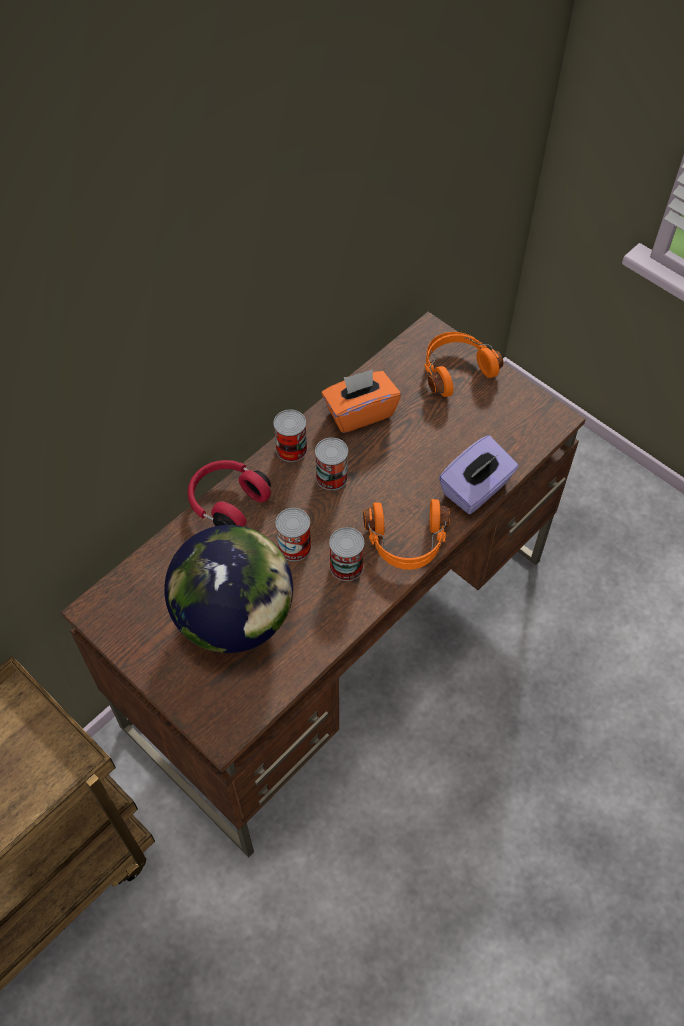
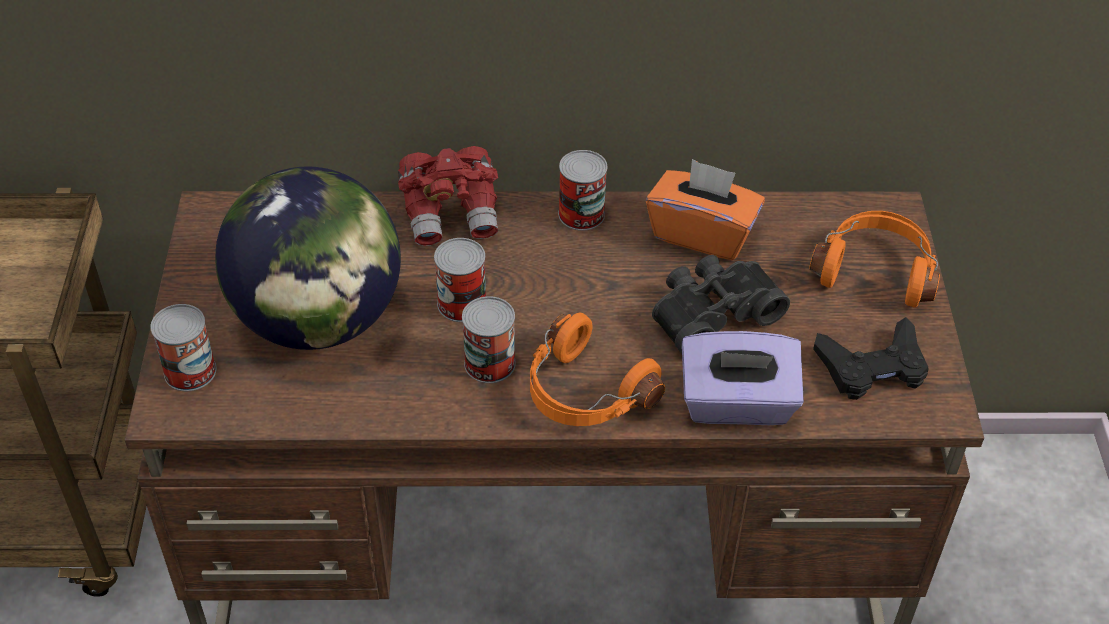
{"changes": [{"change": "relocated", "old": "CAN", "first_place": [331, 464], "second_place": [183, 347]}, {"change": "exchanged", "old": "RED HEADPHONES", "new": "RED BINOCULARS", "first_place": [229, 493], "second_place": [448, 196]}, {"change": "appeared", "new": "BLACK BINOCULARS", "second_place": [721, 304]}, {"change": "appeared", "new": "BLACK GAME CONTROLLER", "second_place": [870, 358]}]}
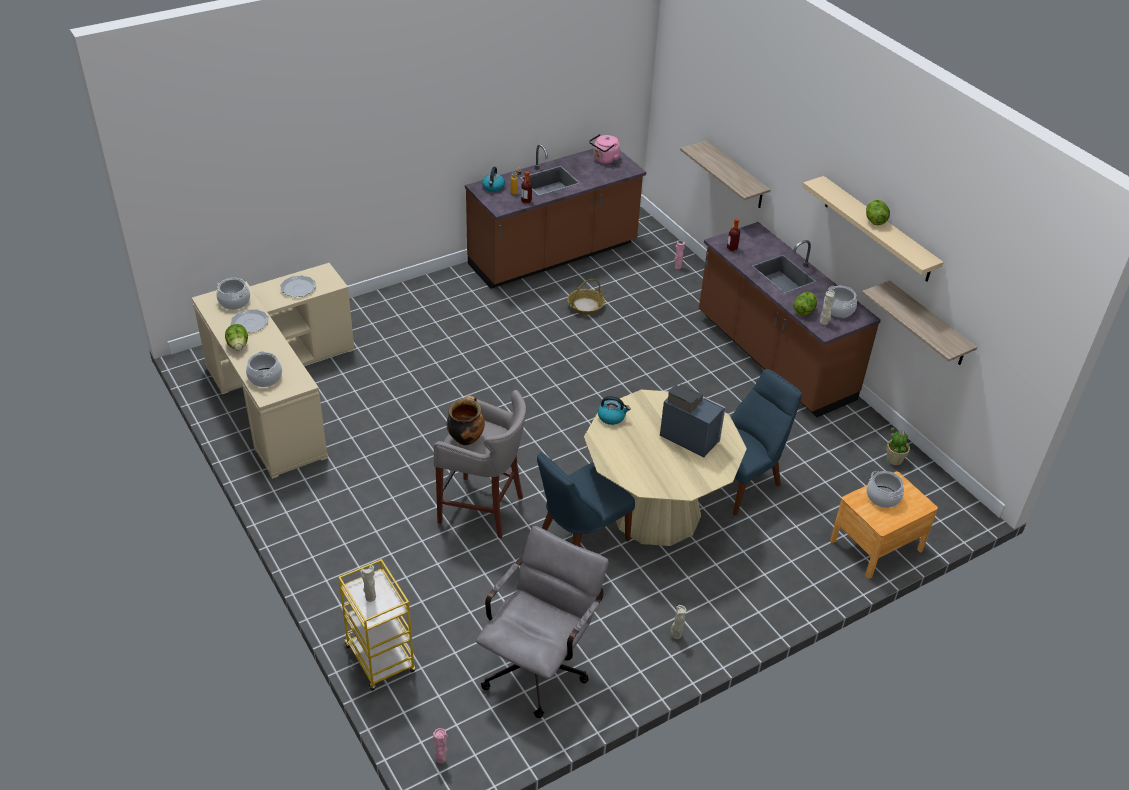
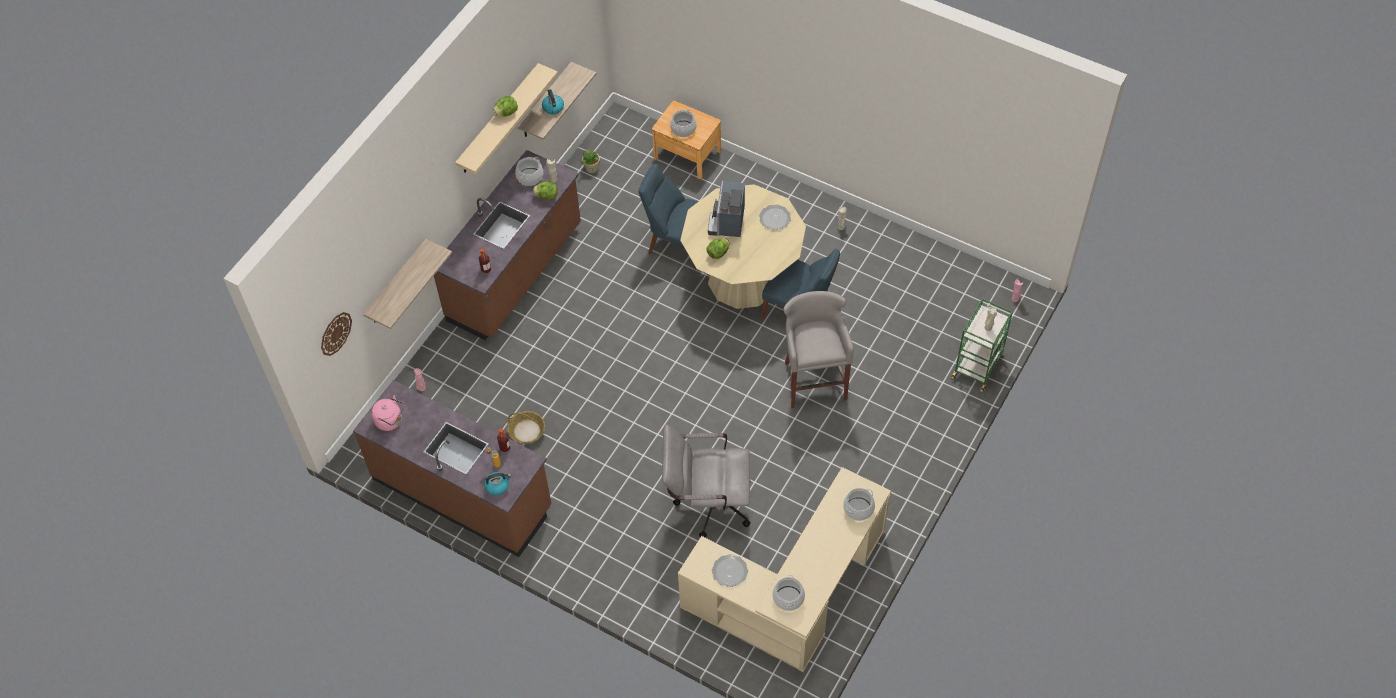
{"changes": [{"change": "appeared", "new": "WALL CLOCK", "second_place": [336, 334]}, {"change": "relocated", "old": "KETTLE", "first_place": [614, 410], "second_place": [553, 101]}, {"change": "relocated", "old": "GREY OFFICE CHAIR", "first_place": [542, 622], "second_place": [706, 481]}, {"change": "relocated", "old": "LETTUCE", "first_place": [236, 337], "second_place": [718, 248]}, {"change": "relocated", "old": "PLATE", "first_place": [250, 320], "second_place": [775, 217]}, {"change": "colour", "old": "YELLOW CART", "new": "GREEN CART", "first_place": [377, 625], "second_place": [982, 345]}, {"change": "missing", "old": "COOKING POT", "first_place": [466, 420]}]}
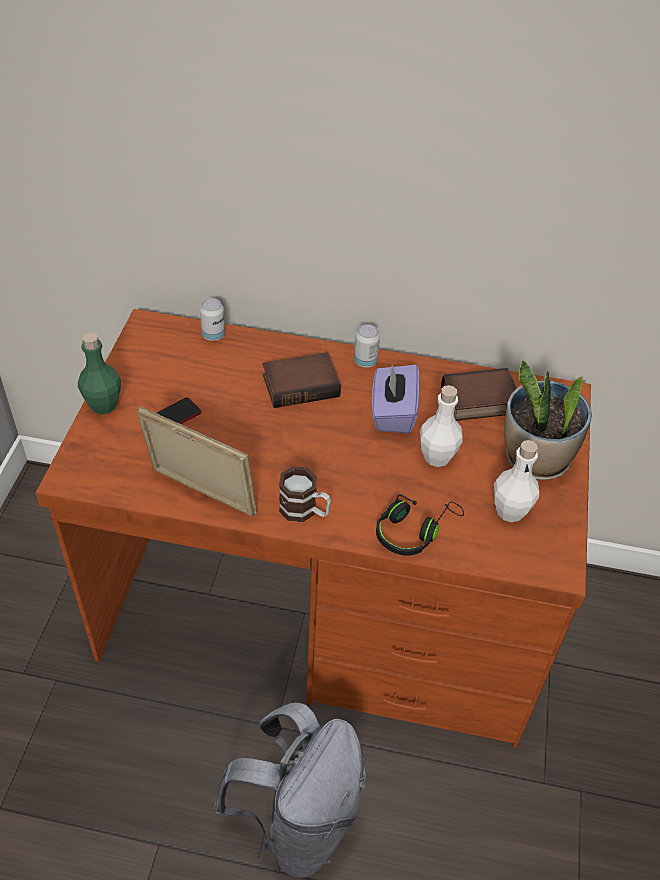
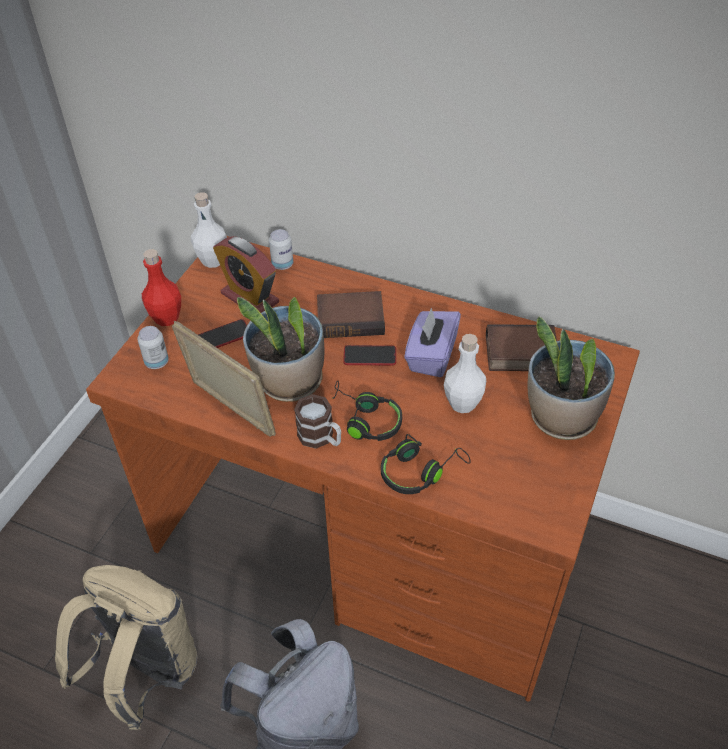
{"changes": [{"change": "appeared", "new": "BEIGE BACKPACK", "second_place": [126, 647]}, {"change": "relocated", "old": "CAN", "first_place": [367, 346], "second_place": [153, 347]}, {"change": "colour", "old": "GREEN BOTTLE", "new": "RED BOTTLE", "first_place": [99, 373], "second_place": [161, 287]}, {"change": "relocated", "old": "WHITE BOTTLE", "first_place": [516, 481], "second_place": [209, 230]}, {"change": "appeared", "new": "ALARM CLOCK", "second_place": [246, 274]}, {"change": "appeared", "new": "POTTED PLANT", "second_place": [280, 349]}, {"change": "appeared", "new": "BLACK HEADPHONES", "second_place": [367, 410]}, {"change": "appeared", "new": "PHONE", "second_place": [369, 355]}]}
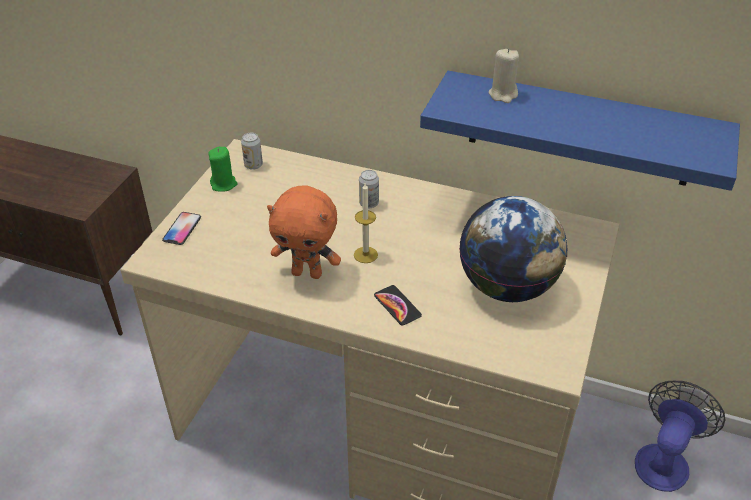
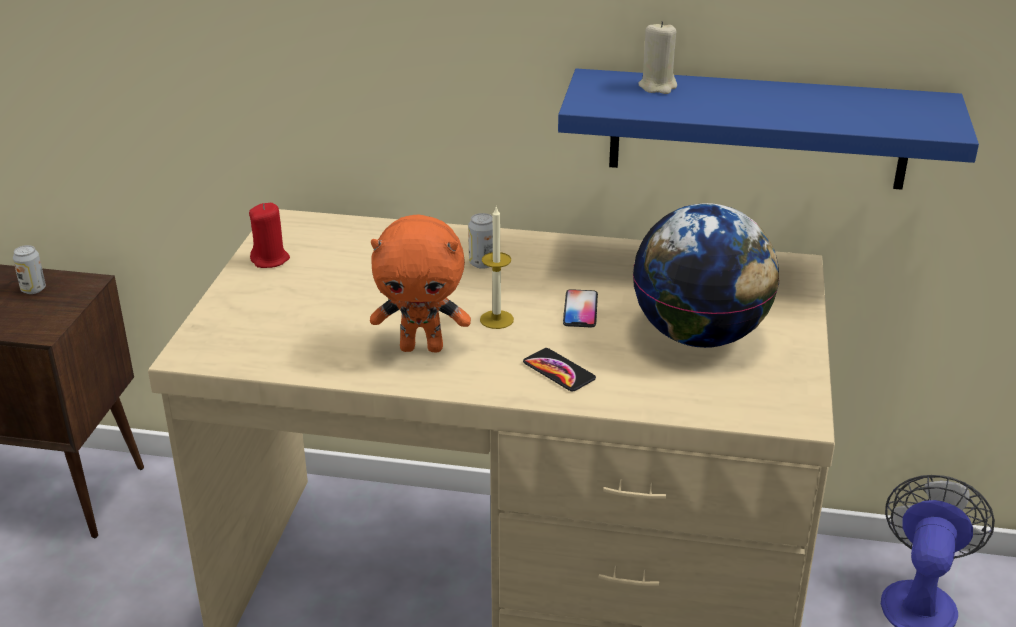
{"changes": [{"change": "relocated", "old": "CAN", "first_place": [252, 151], "second_place": [29, 269]}, {"change": "colour", "old": "GREEN CANDLE", "new": "RED CANDLE", "first_place": [222, 169], "second_place": [269, 235]}, {"change": "relocated", "old": "PHONE", "first_place": [181, 228], "second_place": [580, 308]}]}
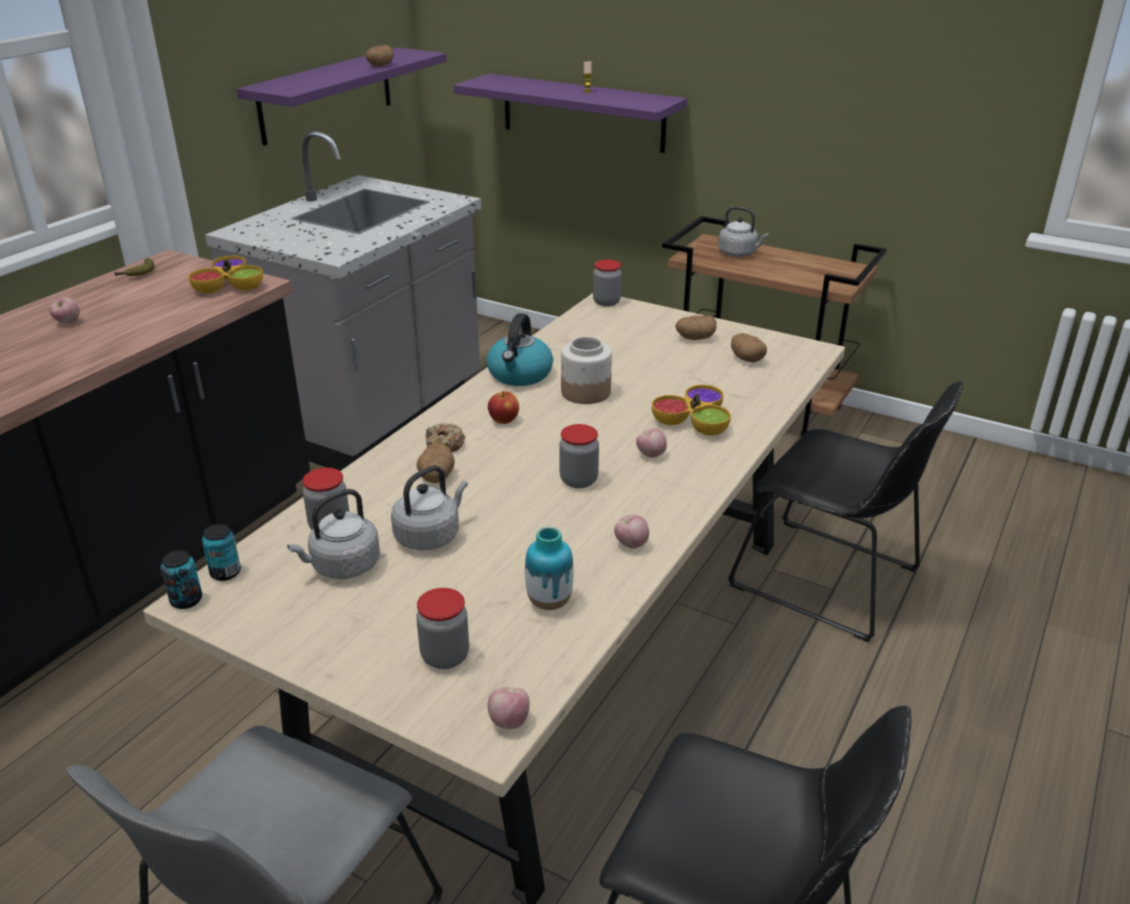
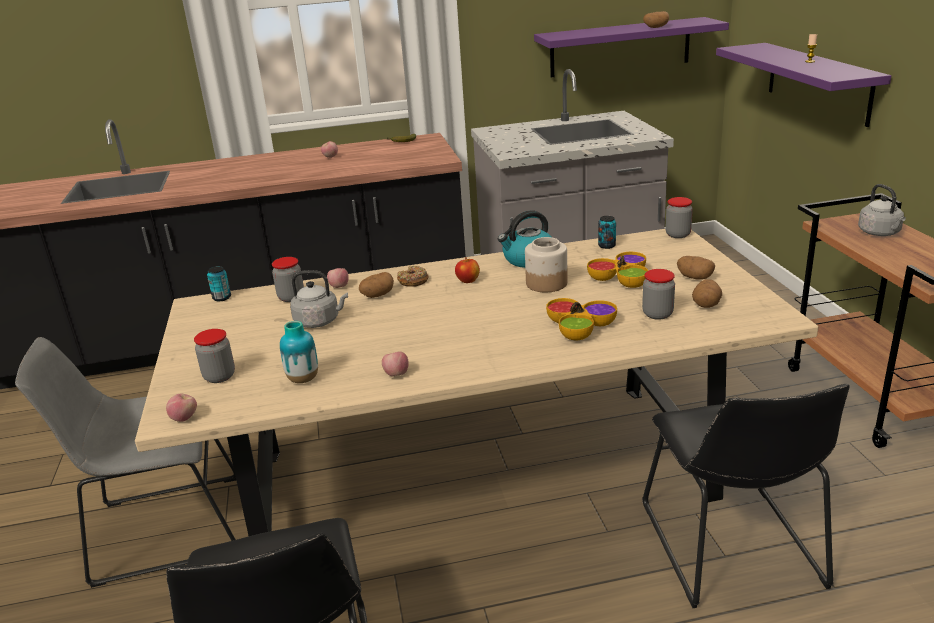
{"changes": [{"change": "relocated", "old": "APPLE", "first_place": [651, 443], "second_place": [338, 278]}, {"change": "relocated", "old": "BOWL", "first_place": [225, 274], "second_place": [617, 270]}, {"change": "relocated", "old": "CAN", "first_place": [181, 579], "second_place": [607, 232]}, {"change": "relocated", "old": "JAR", "first_place": [579, 456], "second_place": [658, 294]}, {"change": "missing", "old": "GREY KETTLE", "first_place": [333, 534]}]}
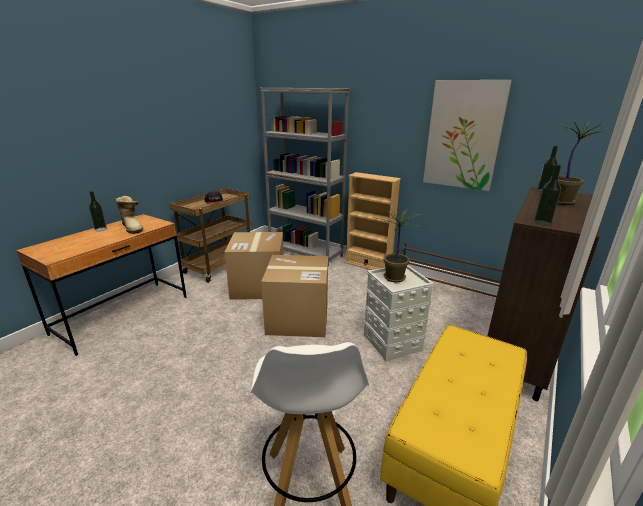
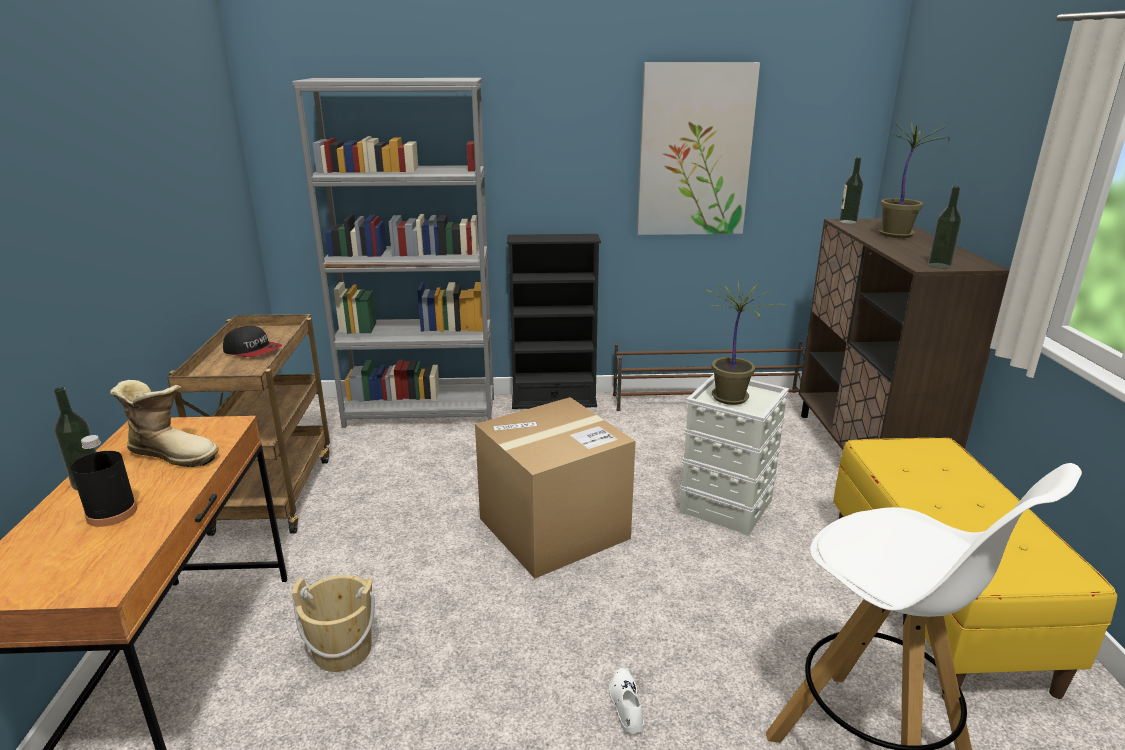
{"changes": [{"change": "appeared", "new": "BLACK BOTTLE", "second_place": [104, 481]}, {"change": "appeared", "new": "BEIGE BUCKET", "second_place": [333, 623]}, {"change": "colour", "old": "BEIGE BOOKCASE", "new": "BLACK BOOKCASE", "first_place": [373, 221], "second_place": [554, 321]}, {"change": "appeared", "new": "WHITE SHOE", "second_place": [626, 700]}, {"change": "missing", "old": "CARDBOARD BOX", "first_place": [254, 266]}]}
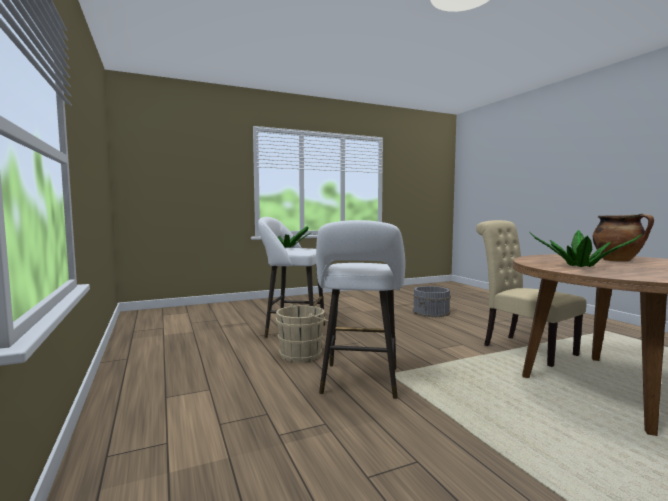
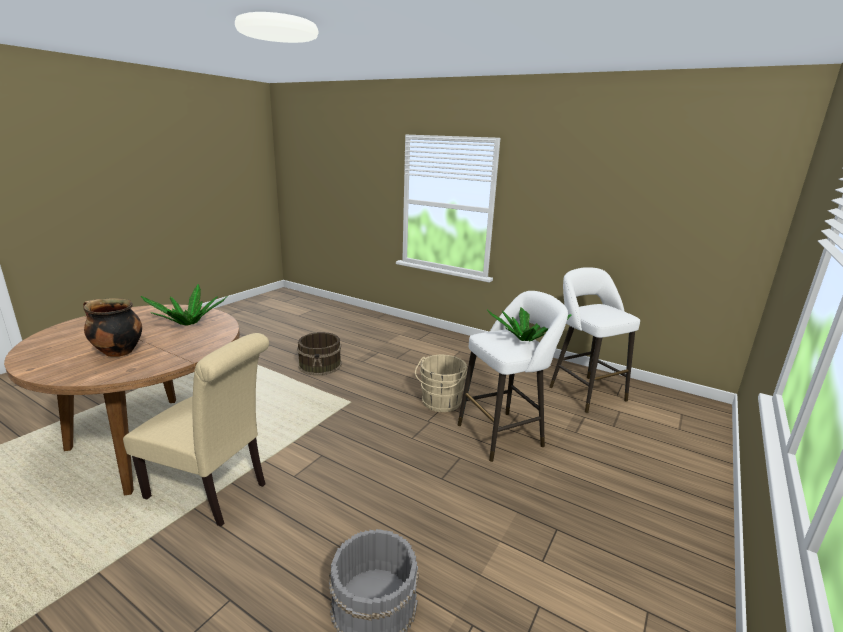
{"changes": [{"change": "appeared", "new": "BROWN BUCKET", "second_place": [319, 354]}, {"change": "relocated", "old": "WHITE STOOL", "first_place": [361, 309], "second_place": [594, 340]}]}
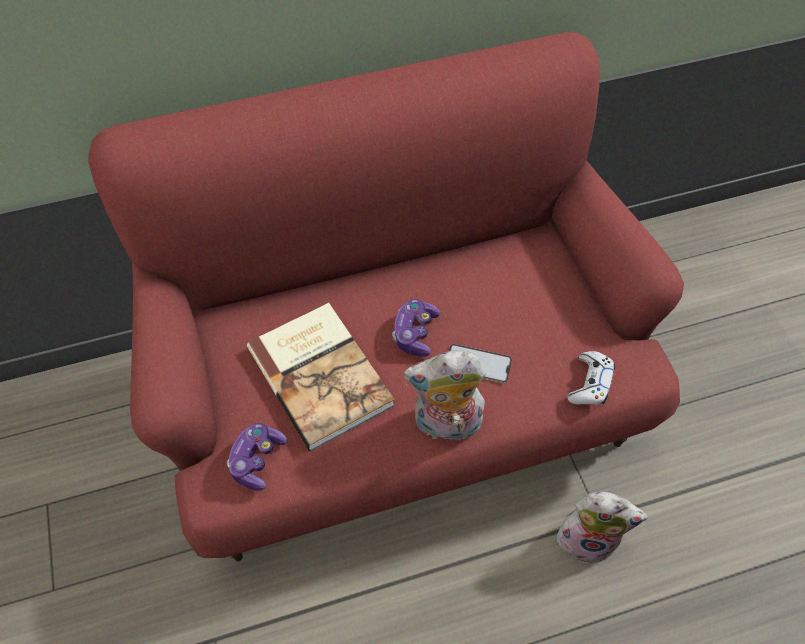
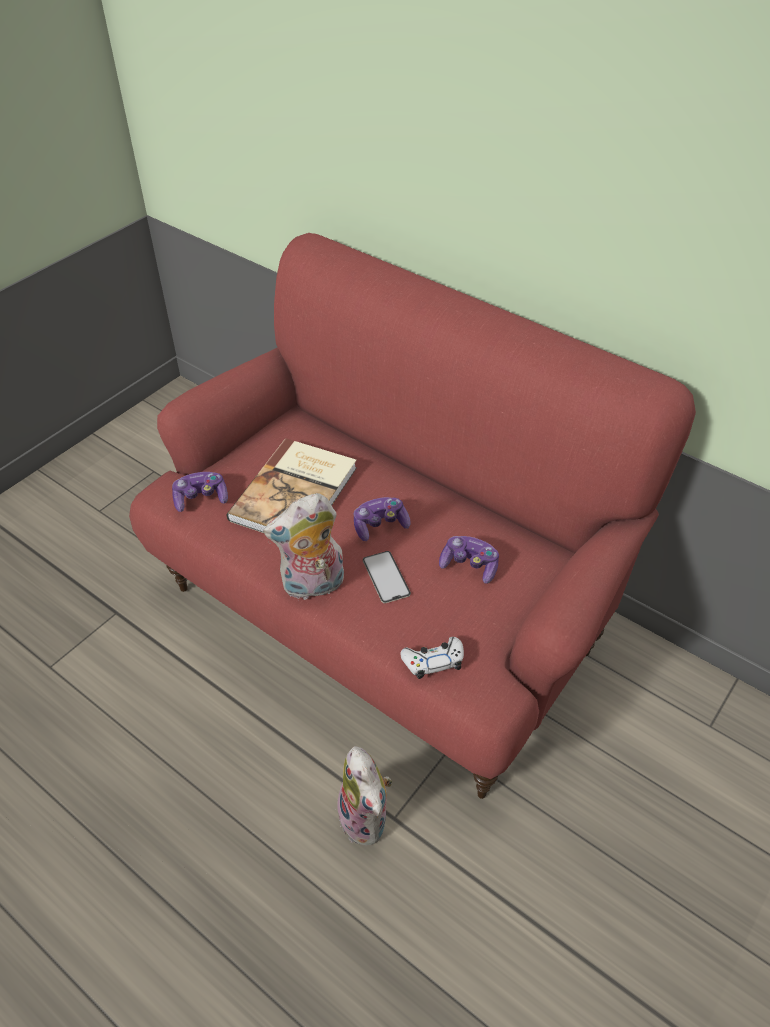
{"changes": [{"change": "spun", "old": "PLUSH TOY", "first_place": [444, 395], "second_place": [303, 546], "degrees": -75}, {"change": "appeared", "new": "GAME CONTROLLER", "second_place": [469, 560]}]}
